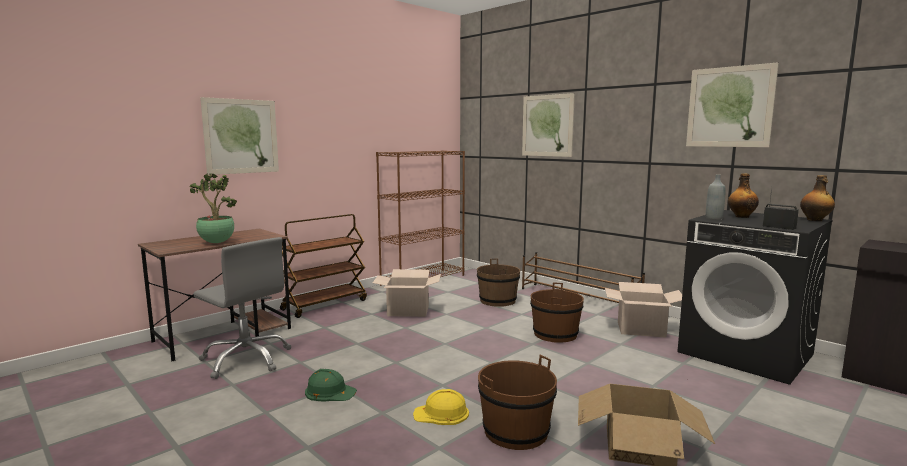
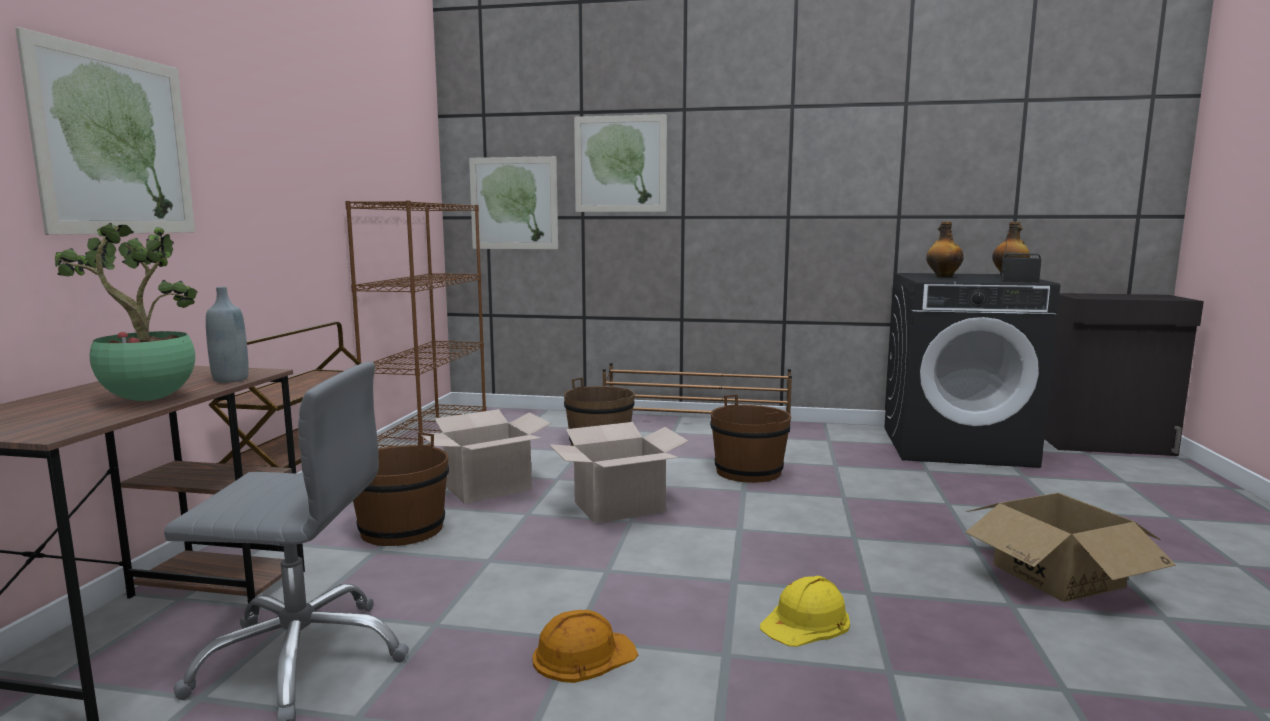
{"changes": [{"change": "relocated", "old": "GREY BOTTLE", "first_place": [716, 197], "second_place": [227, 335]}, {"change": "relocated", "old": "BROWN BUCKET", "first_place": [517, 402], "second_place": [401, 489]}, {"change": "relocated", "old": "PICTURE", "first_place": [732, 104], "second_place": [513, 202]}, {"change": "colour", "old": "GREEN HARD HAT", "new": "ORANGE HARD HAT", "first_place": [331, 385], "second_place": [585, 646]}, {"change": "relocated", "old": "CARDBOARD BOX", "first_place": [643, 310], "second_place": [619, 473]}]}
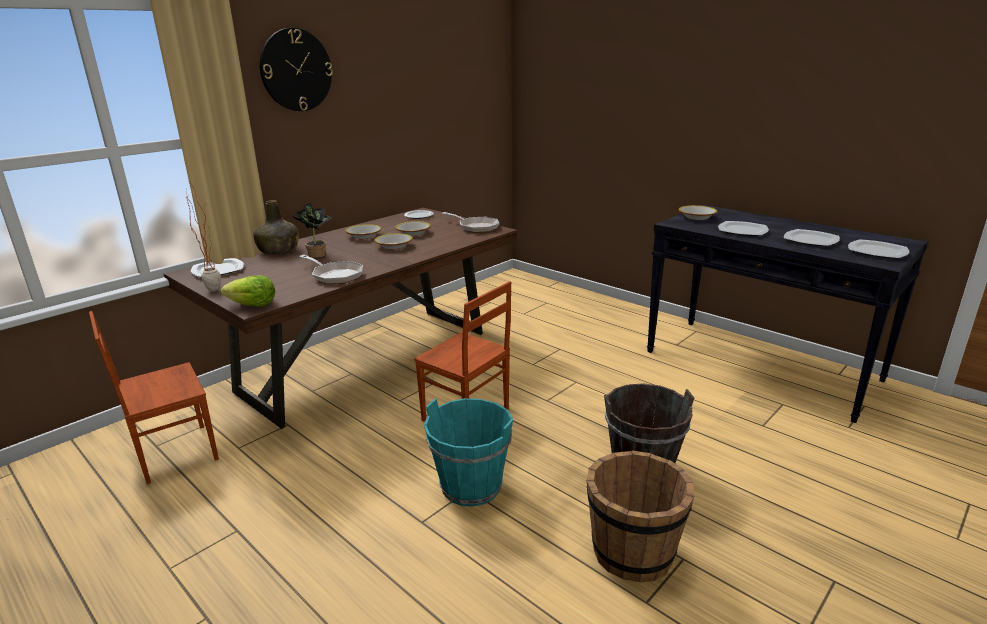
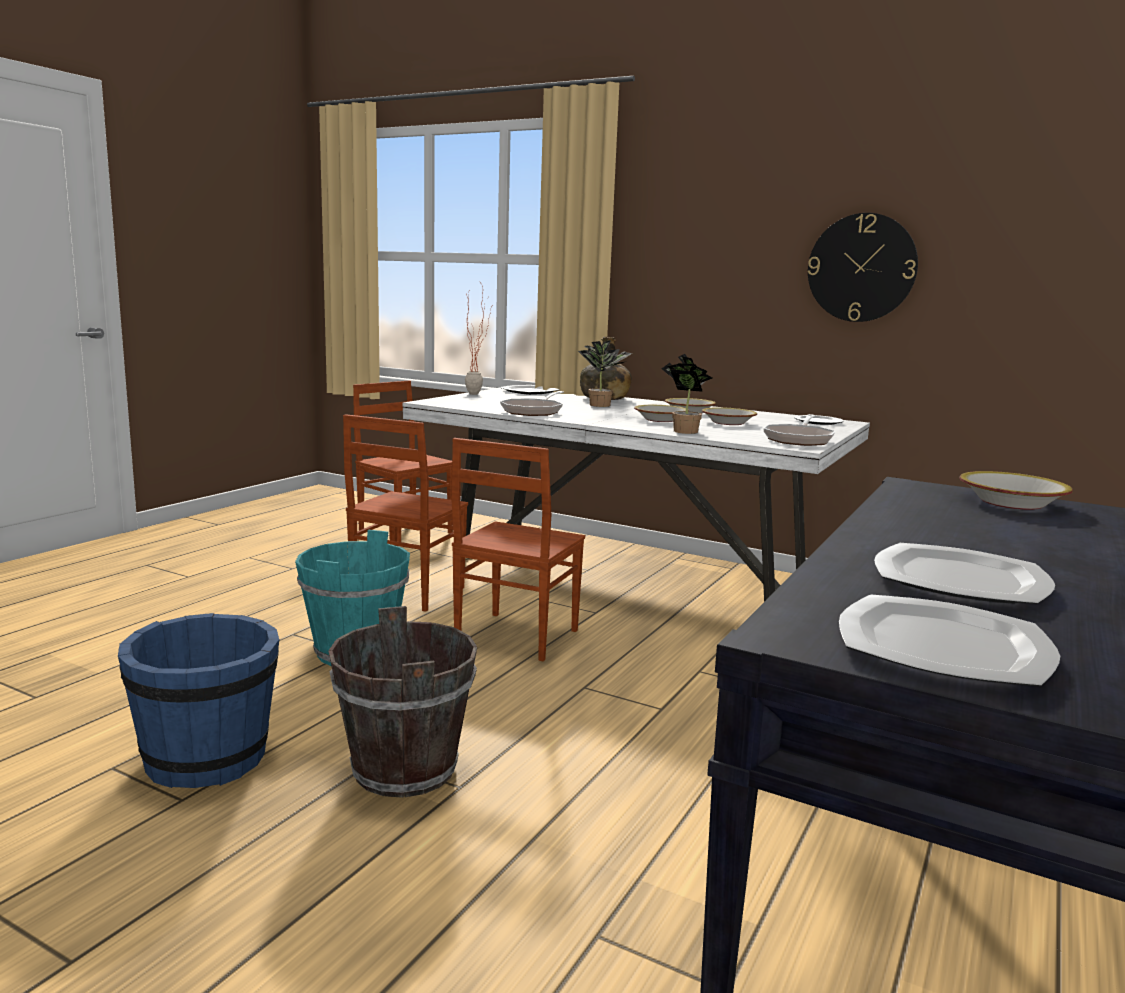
{"changes": [{"change": "colour", "old": "BROWN BUCKET", "new": "BLUE BUCKET", "first_place": [640, 516], "second_place": [198, 700]}, {"change": "appeared", "new": "BROWN CHAIR", "second_place": [405, 513]}, {"change": "colour", "old": "BROWN DINING TABLE", "new": "WHITE DINING TABLE", "first_place": [340, 318], "second_place": [636, 495]}, {"change": "appeared", "new": "POTTED PLANT", "second_place": [687, 394]}, {"change": "relocated", "old": "WALL CLOCK", "first_place": [296, 69], "second_place": [863, 267]}, {"change": "missing", "old": "LETTUCE", "first_place": [248, 291]}, {"change": "missing", "old": "PLATE", "first_place": [743, 228]}]}
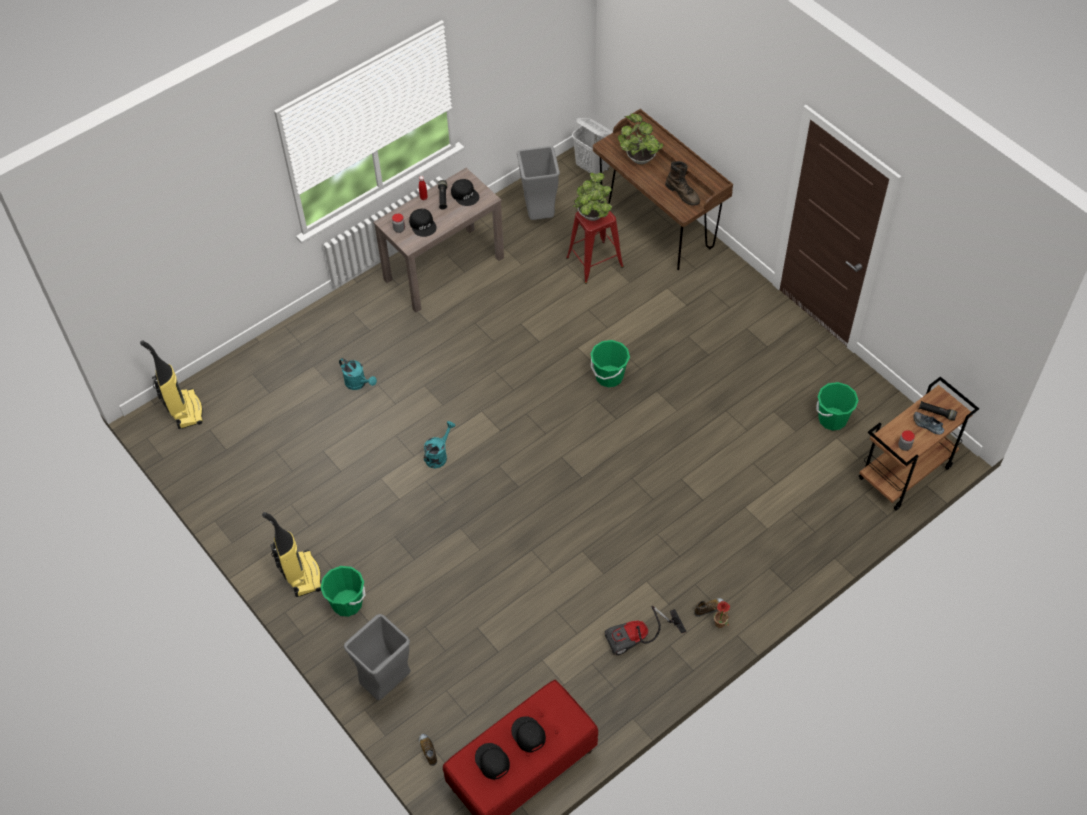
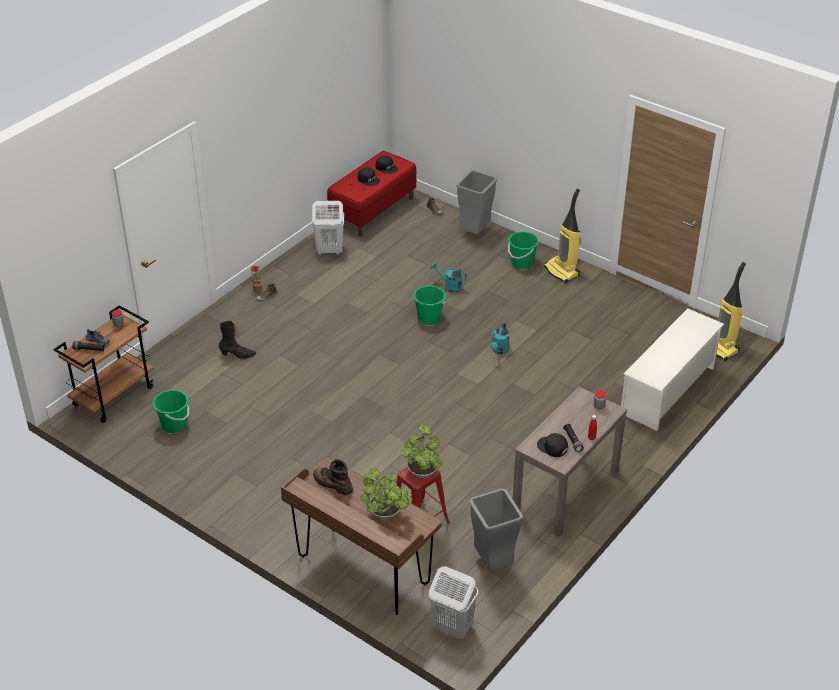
{"changes": [{"change": "appeared", "new": "BLACK BOOT", "second_place": [237, 340]}, {"change": "appeared", "new": "WHITE LAUNDRY BASKET", "second_place": [328, 228]}, {"change": "relocated", "old": "GREEN BUCKET", "first_place": [610, 363], "second_place": [429, 305]}, {"change": "relocated", "old": "TURQUOISE WATERING CAN", "first_place": [358, 374], "second_place": [448, 277]}, {"change": "appeared", "new": "WHITE SHOE RACK", "second_place": [673, 369]}, {"change": "missing", "old": "BLACK CAP", "first_place": [423, 223]}, {"change": "missing", "old": "VACUUM CLEANER", "first_place": [645, 630]}]}
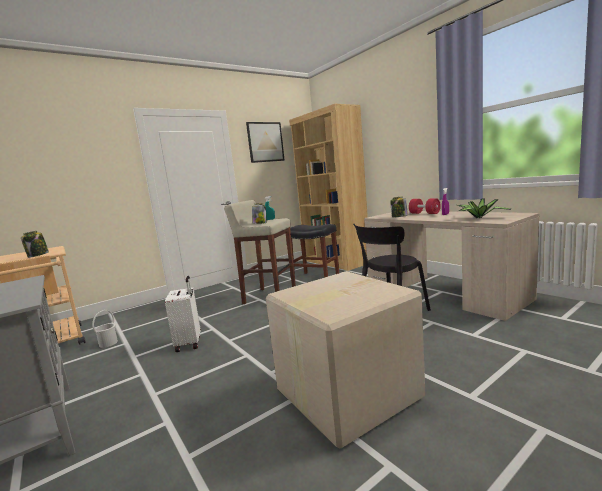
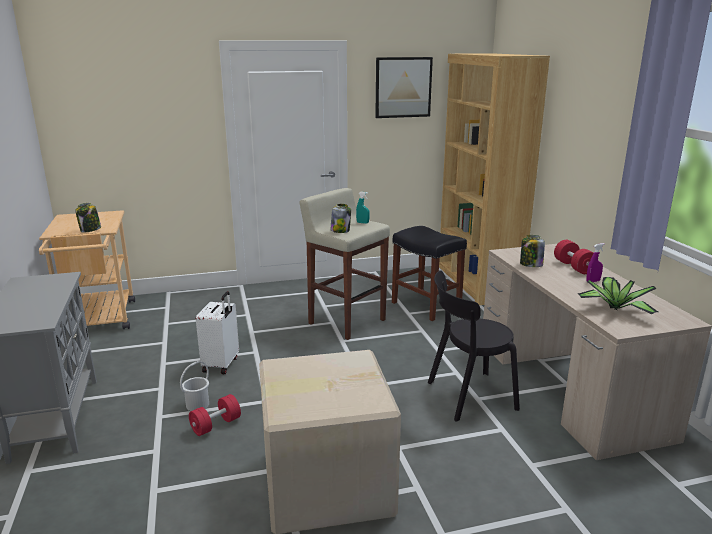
{"changes": [{"change": "relocated", "old": "WHITE BUCKET", "first_place": [105, 329], "second_place": [194, 386]}, {"change": "appeared", "new": "RED DUMBBELL", "second_place": [215, 415]}]}
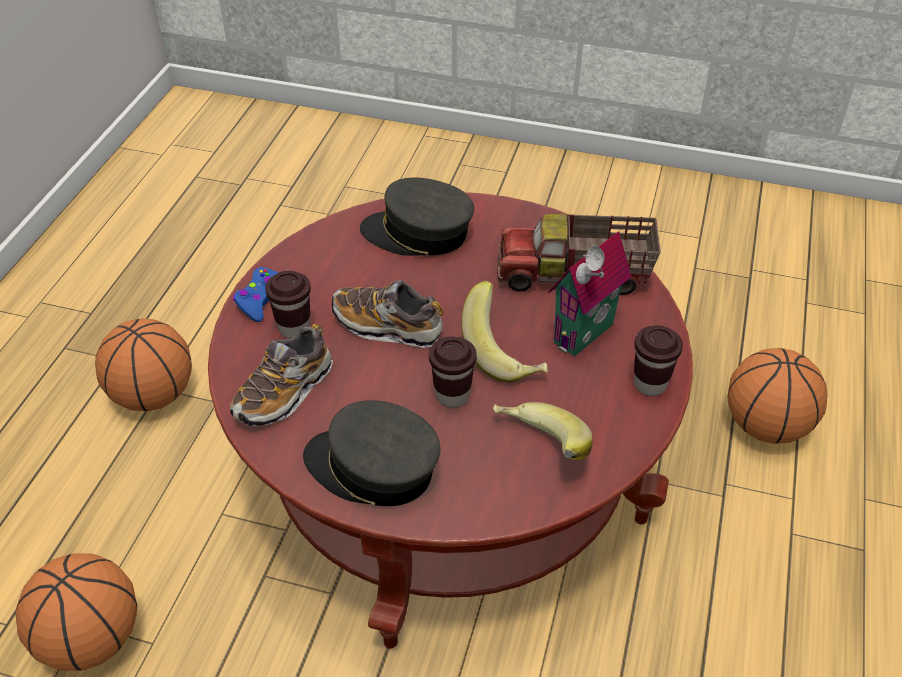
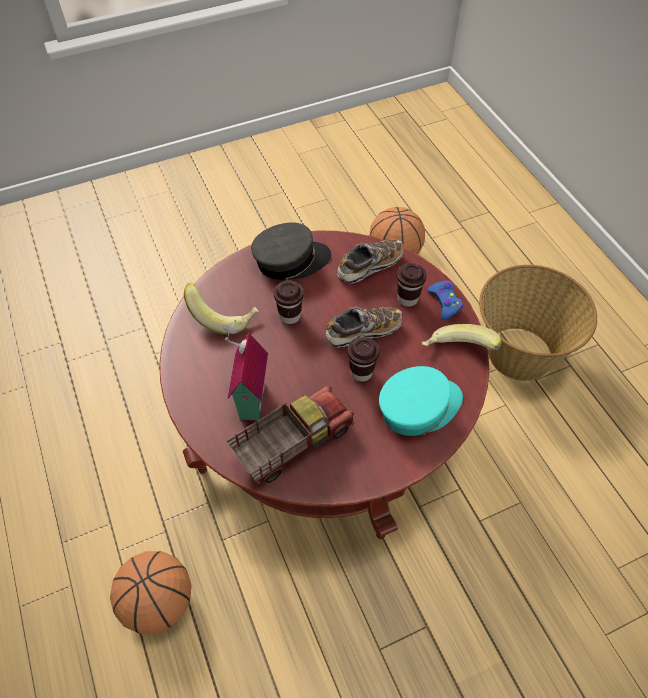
{"changes": [{"change": "spun", "old": "SHOE", "first_place": [281, 375], "second_place": [370, 262], "degrees": 60}, {"change": "relocated", "old": "BROWN CUP", "first_place": [658, 361], "second_place": [364, 359]}, {"change": "colour", "old": "GREY CAP", "new": "TURQUOISE CAP", "first_place": [417, 217], "second_place": [421, 401]}, {"change": "relocated", "old": "BANANA", "first_place": [505, 332], "second_place": [462, 337]}, {"change": "exchanged", "old": "BASKETBALL", "new": "BASKET", "first_place": [143, 365], "second_place": [538, 323]}]}
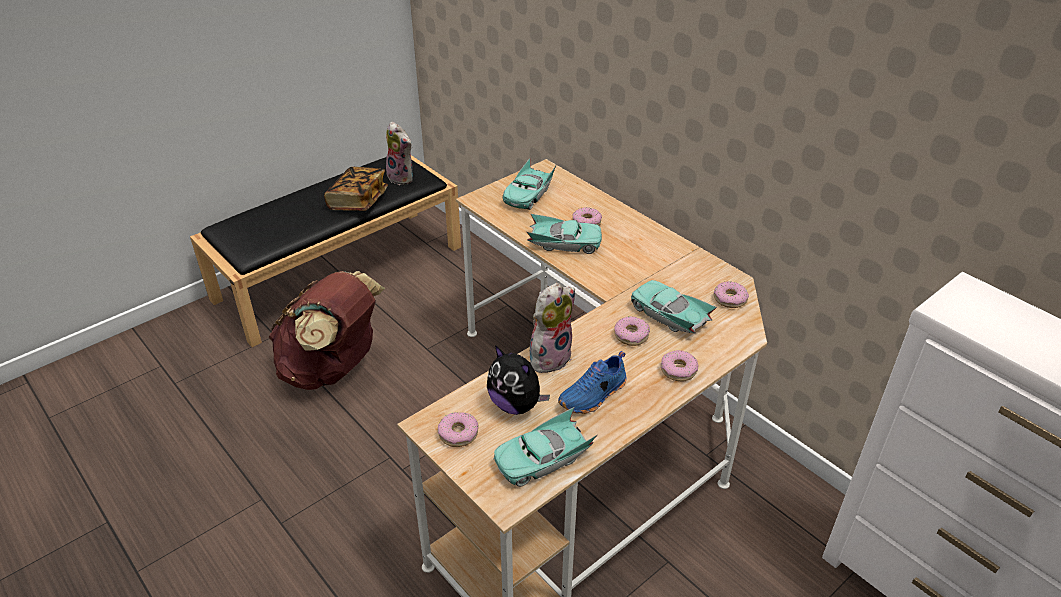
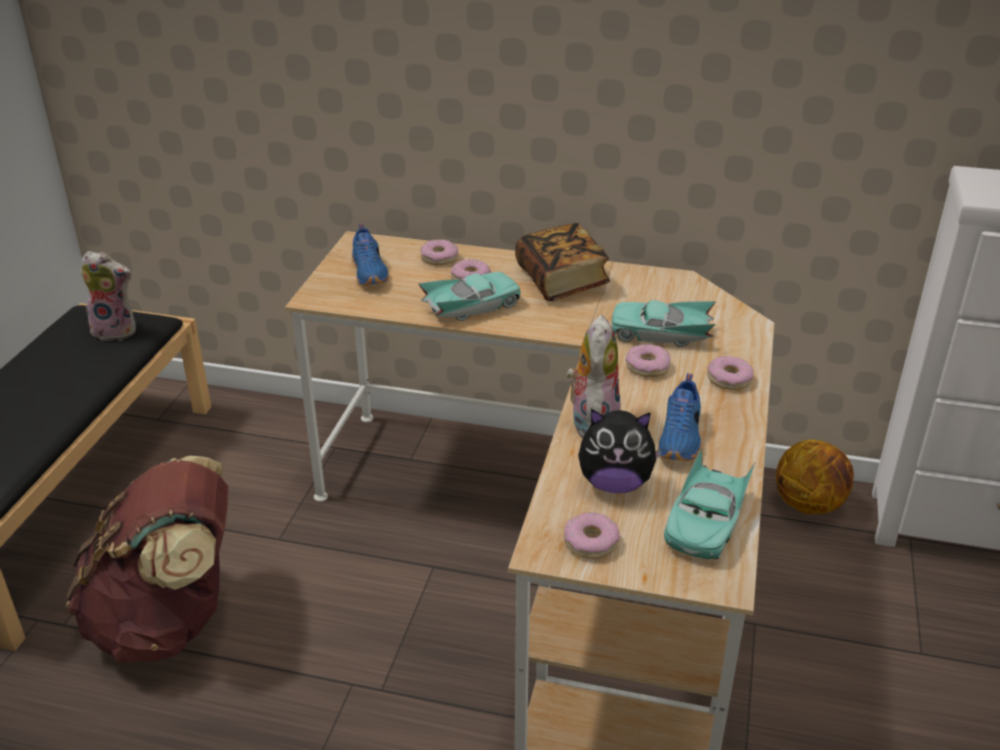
{"changes": [{"change": "exchanged", "old": "TURQUOISE TOY CAR", "new": "BLUE SHOE", "first_place": [529, 184], "second_place": [370, 254]}, {"change": "relocated", "old": "DONUT", "first_place": [731, 294], "second_place": [439, 252]}, {"change": "relocated", "old": "BOOK", "first_place": [356, 189], "second_place": [562, 262]}, {"change": "appeared", "new": "BASKETBALL", "second_place": [815, 477]}]}
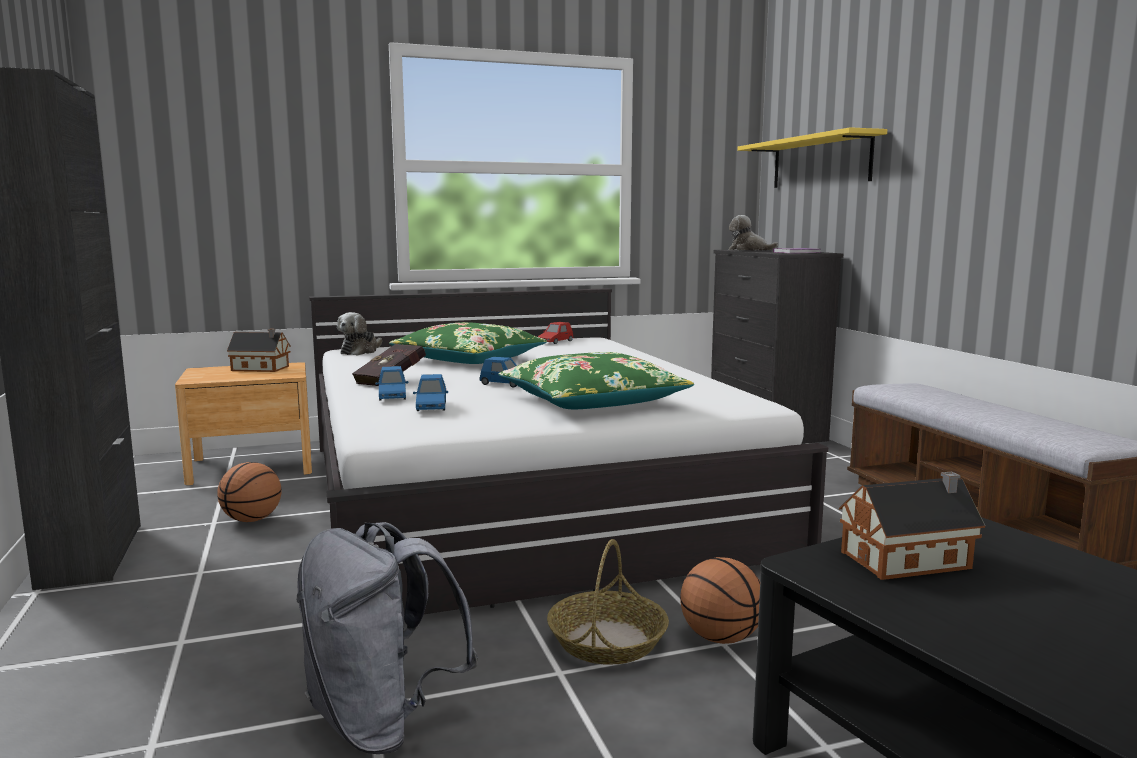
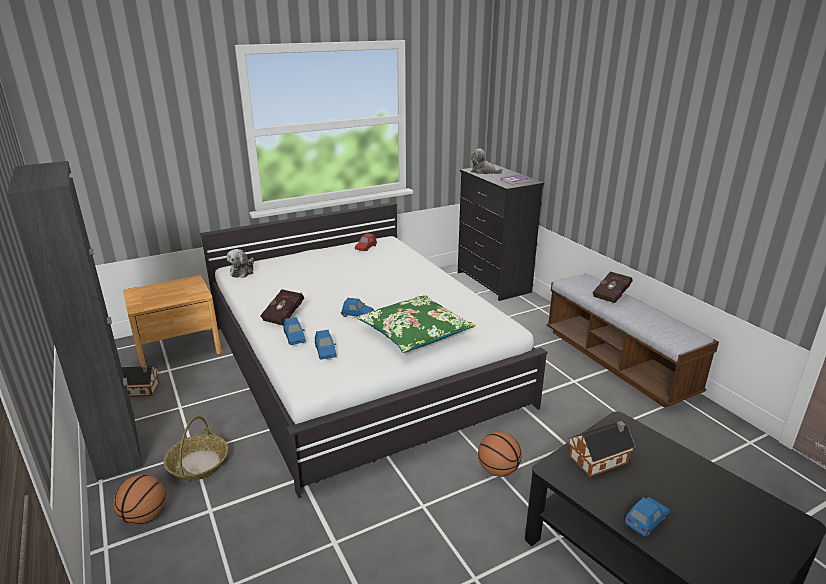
{"changes": [{"change": "relocated", "old": "BASKETBALL", "first_place": [249, 492], "second_place": [139, 500]}, {"change": "relocated", "old": "TOY HOUSE", "first_place": [259, 350], "second_place": [140, 381]}, {"change": "relocated", "old": "BASKET", "first_place": [608, 601], "second_place": [195, 448]}, {"change": "appeared", "new": "RED BOOK", "second_place": [613, 287]}, {"change": "appeared", "new": "BLUE TOY CAR", "second_place": [647, 517]}, {"change": "missing", "old": "GREY BACKPACK", "first_place": [387, 638]}, {"change": "missing", "old": "GREEN PILLOW", "first_place": [468, 343]}, {"change": "missing", "old": "YELLOW SHELF", "first_place": [812, 157]}]}
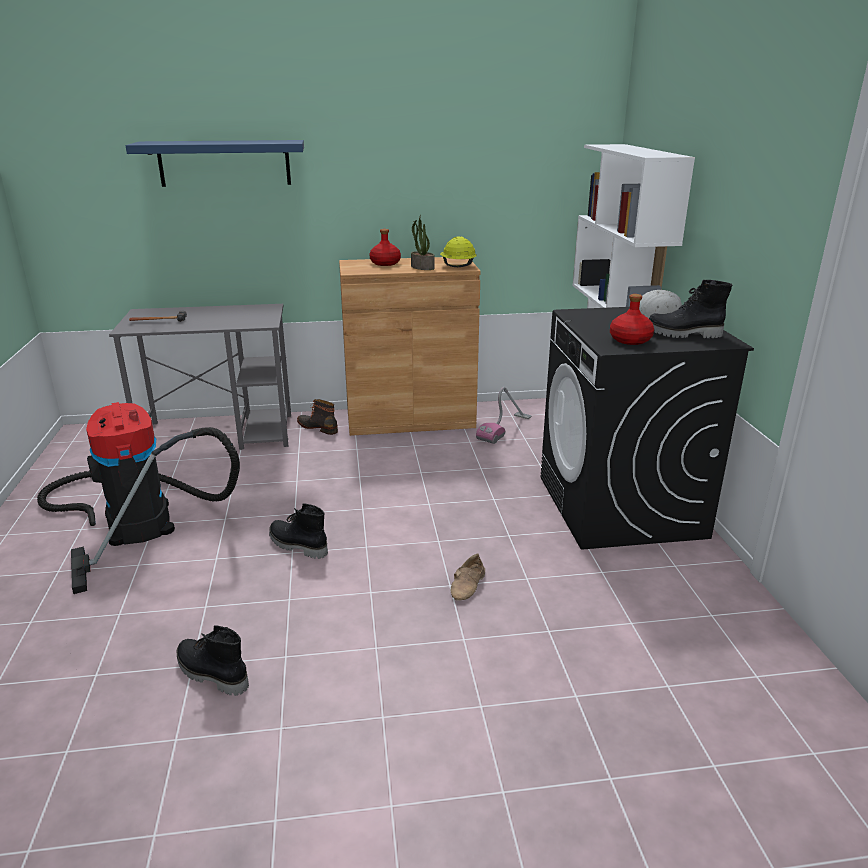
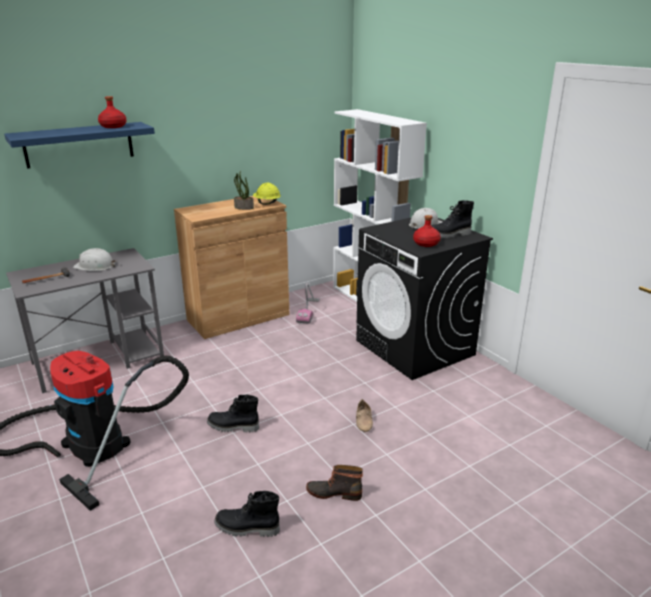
{"changes": [{"change": "appeared", "new": "WHITE HARD HAT", "second_place": [94, 259]}, {"change": "relocated", "old": "RED BOTTLE", "first_place": [385, 247], "second_place": [112, 112]}, {"change": "relocated", "old": "BOOT", "first_place": [317, 417], "second_place": [334, 483]}]}
